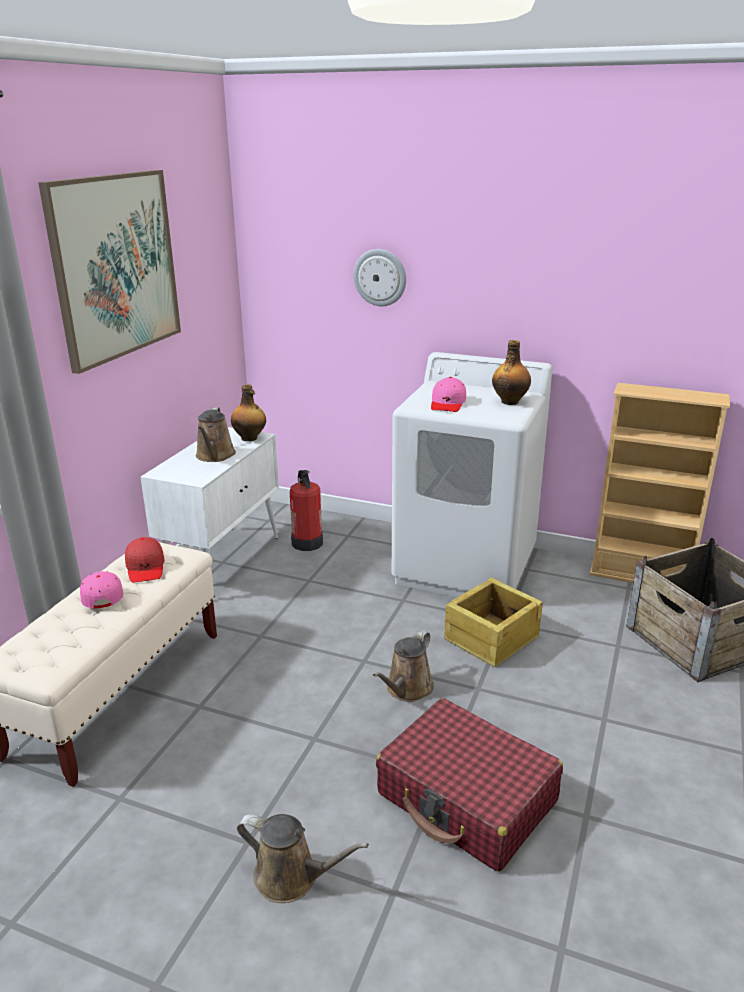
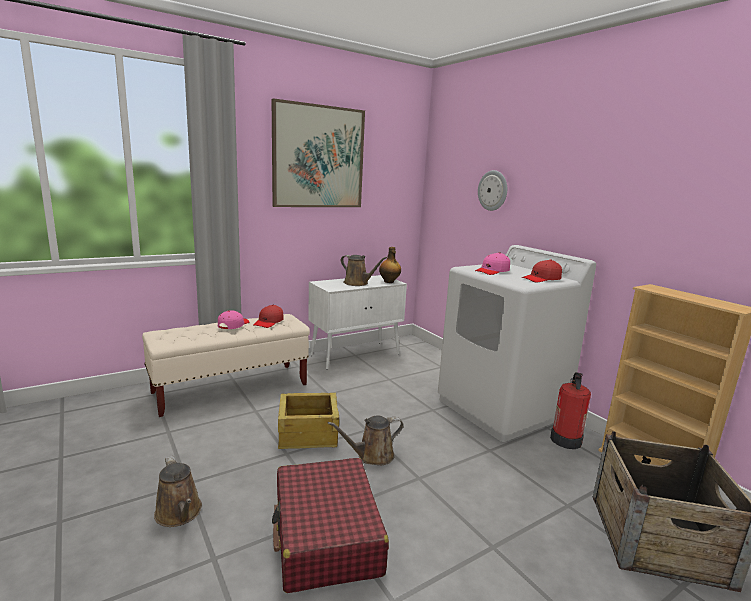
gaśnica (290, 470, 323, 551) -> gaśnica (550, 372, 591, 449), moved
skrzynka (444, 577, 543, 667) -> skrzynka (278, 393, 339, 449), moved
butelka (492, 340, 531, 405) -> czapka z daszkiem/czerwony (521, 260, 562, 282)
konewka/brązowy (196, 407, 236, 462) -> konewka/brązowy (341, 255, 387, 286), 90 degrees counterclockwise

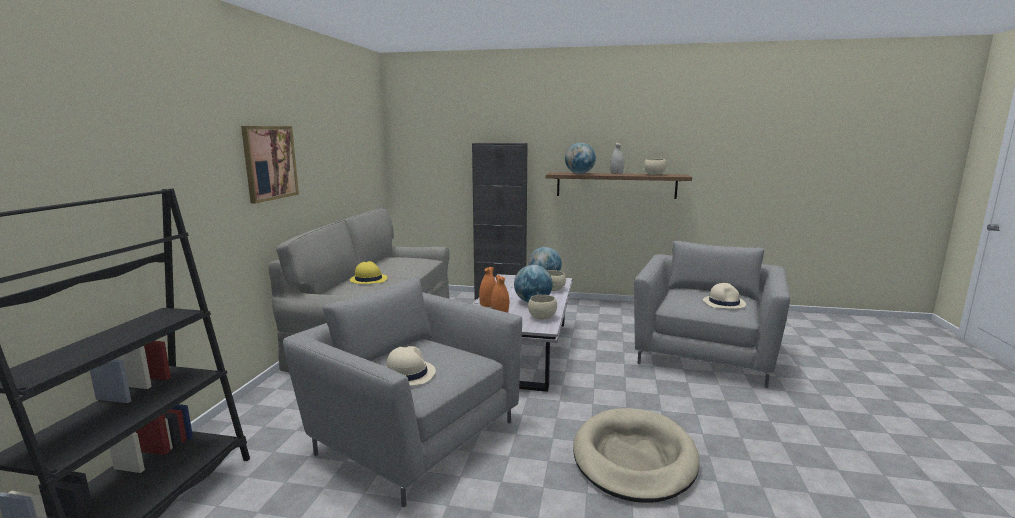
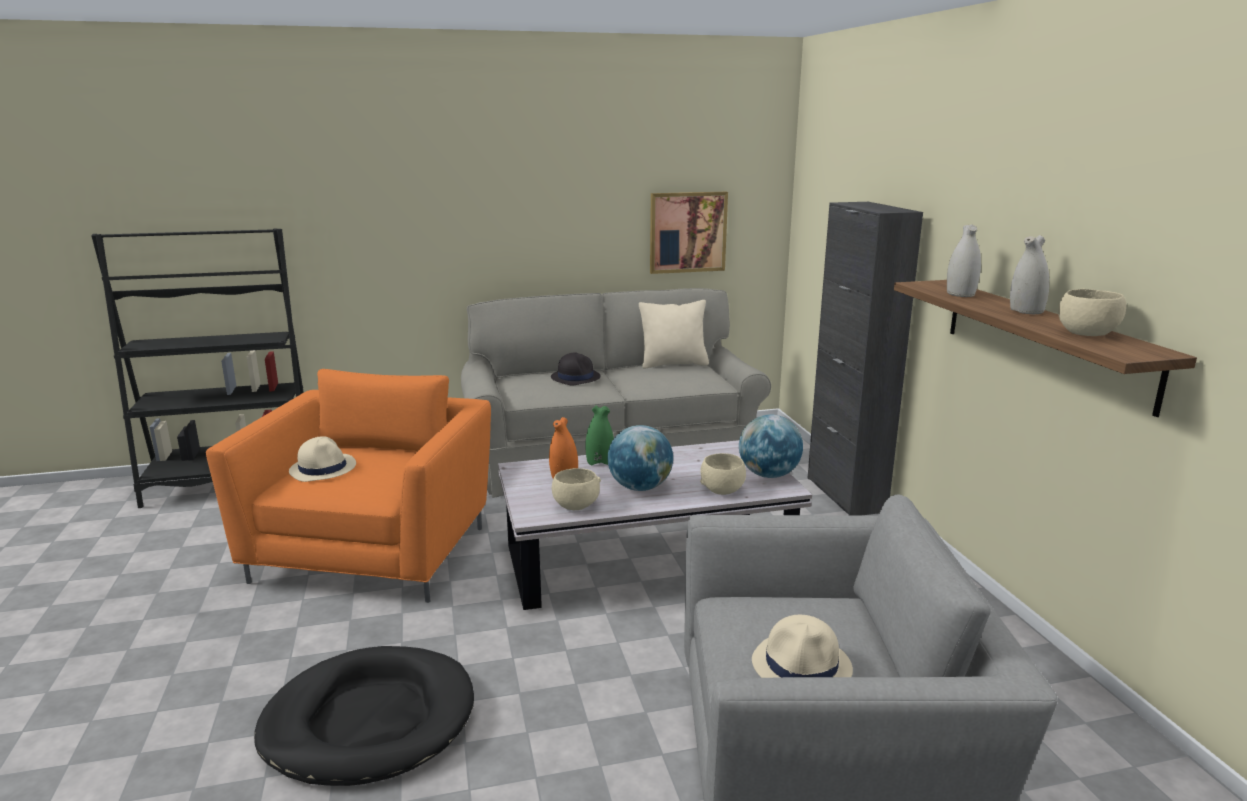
none -> poduszka/beżowy (639, 300, 709, 369)
obraz (241, 126, 299, 204) -> obraz (650, 192, 728, 274), moved
globus (565, 143, 596, 174) -> wazon/biały (947, 224, 981, 297)
fotel/szary (283, 277, 522, 507) -> fotel/pomarańczowy (206, 369, 491, 603)
kapelusz/żółty (350, 261, 388, 284) -> kapelusz/czarny (551, 352, 601, 385)
wazon/pomarańczowy (479, 267, 496, 307) -> wazon/zielony (585, 405, 614, 465)
legowisko/beżowy (573, 408, 700, 503) -> legowisko/czarny (254, 646, 474, 786)

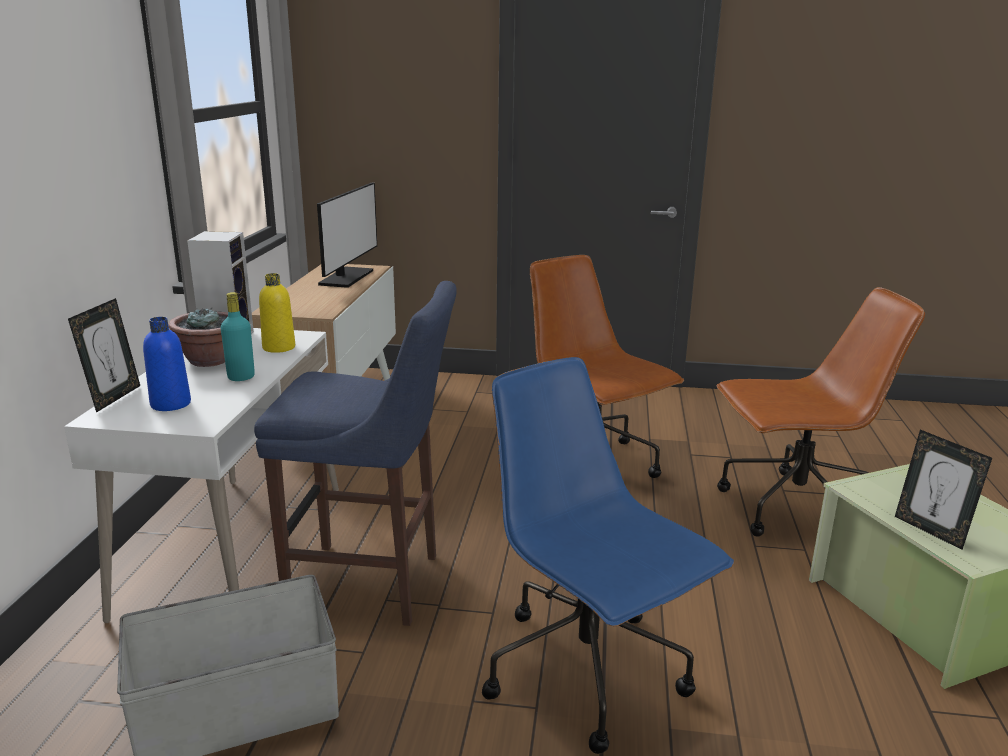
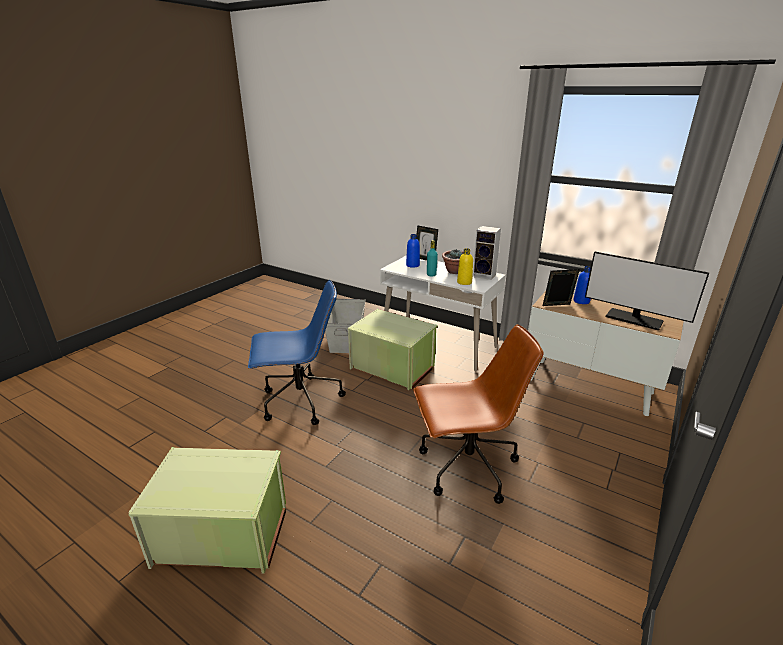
krzesło biurowe/brązowy (717, 287, 925, 537) -> none
none -> butelka/niebieski (573, 266, 591, 304)
ramka na zdjęcie (895, 430, 992, 550) -> ramka na zdjęcie (543, 269, 580, 306), moved
stołek/niebieski (254, 281, 457, 626) -> pojemnik do przechowywania/zielony (348, 309, 438, 390)

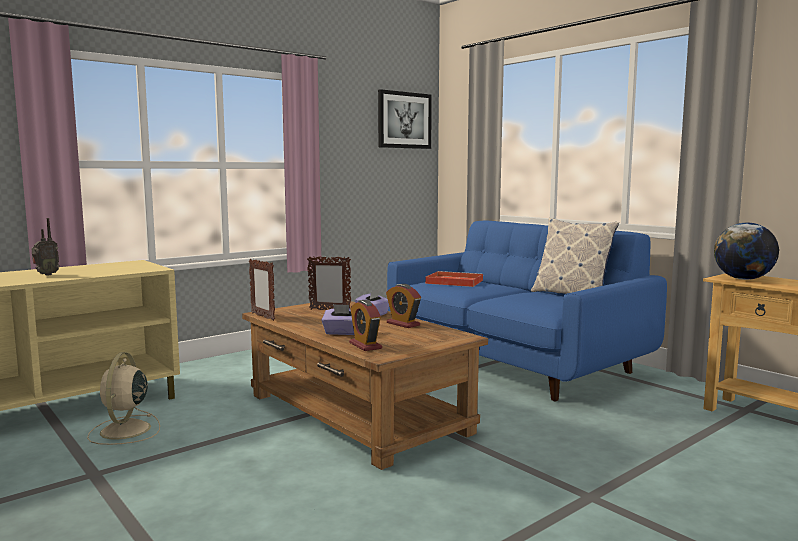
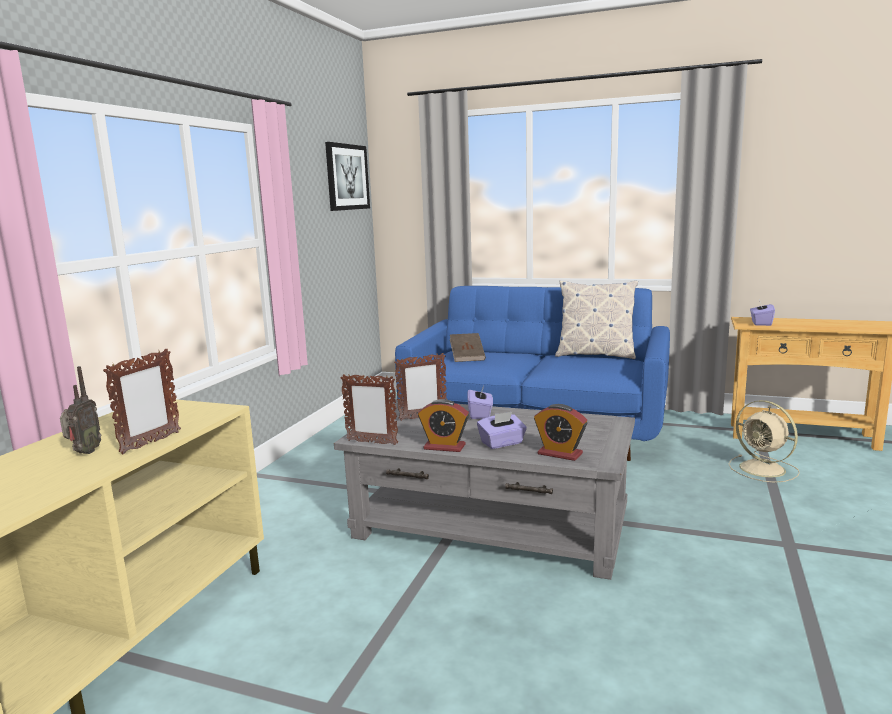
none -> ramka na zdjęcie (103, 349, 181, 455)
wentylator/beżowy (87, 352, 160, 445) -> wentylator/beżowy (728, 400, 800, 483), moved
budzik (386, 284, 421, 328) -> budzik (418, 399, 469, 452), moved
taca/czerwony (425, 271, 483, 287) -> książka/brązowy (450, 333, 486, 362)
globus (714, 223, 779, 280) -> pudełko chusteczek/fioletowy (750, 299, 775, 326)
ława/brązowy (242, 300, 488, 470) -> ława/szary (334, 399, 635, 580)

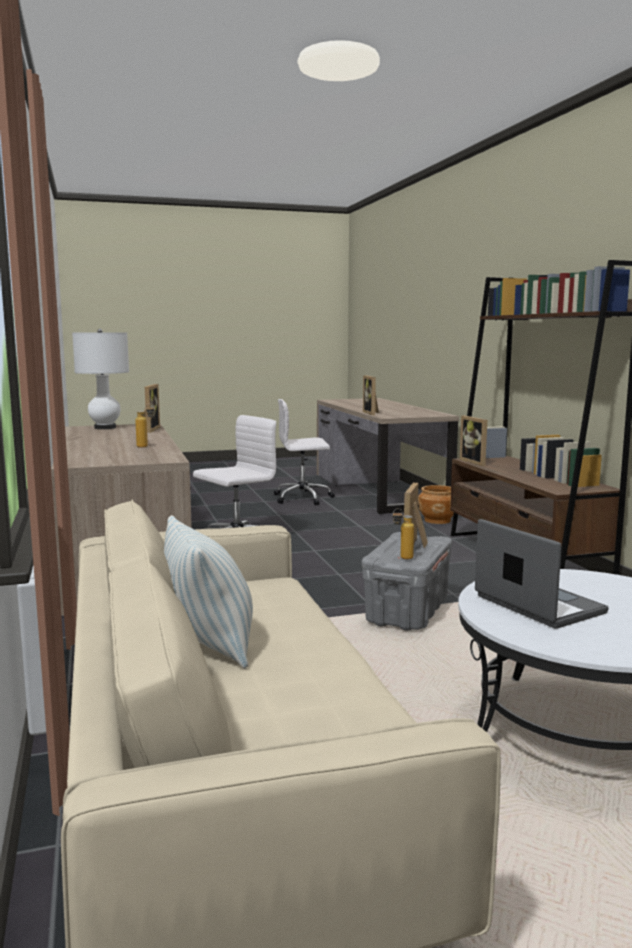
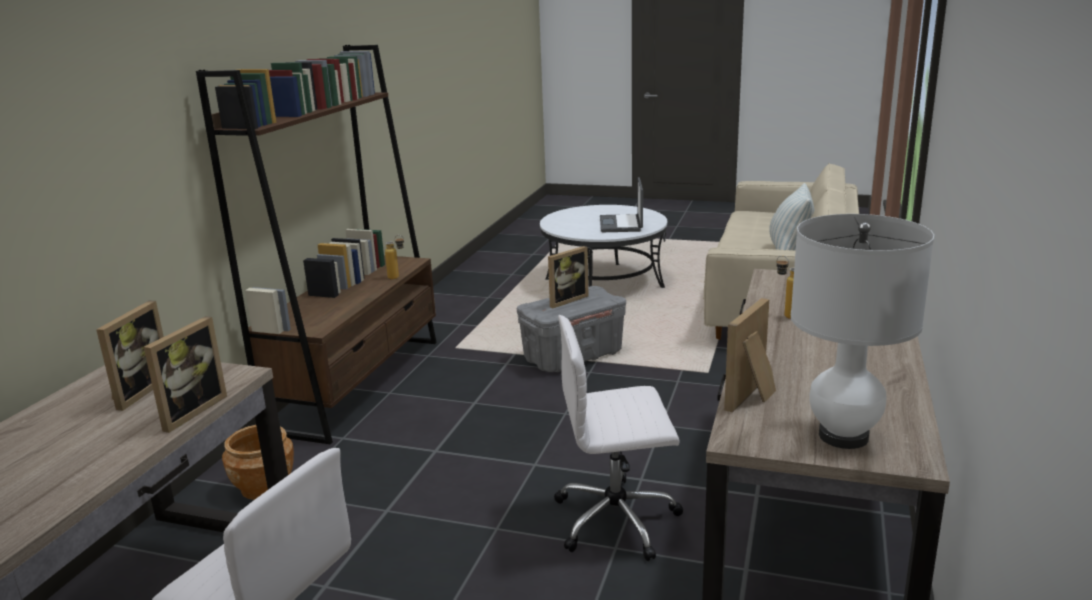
butelka (393, 508, 414, 559) -> butelka (385, 235, 404, 280), moved
ramka na zdjęcie (460, 416, 487, 466) -> ramka na zdjęcie (96, 300, 164, 411), moved

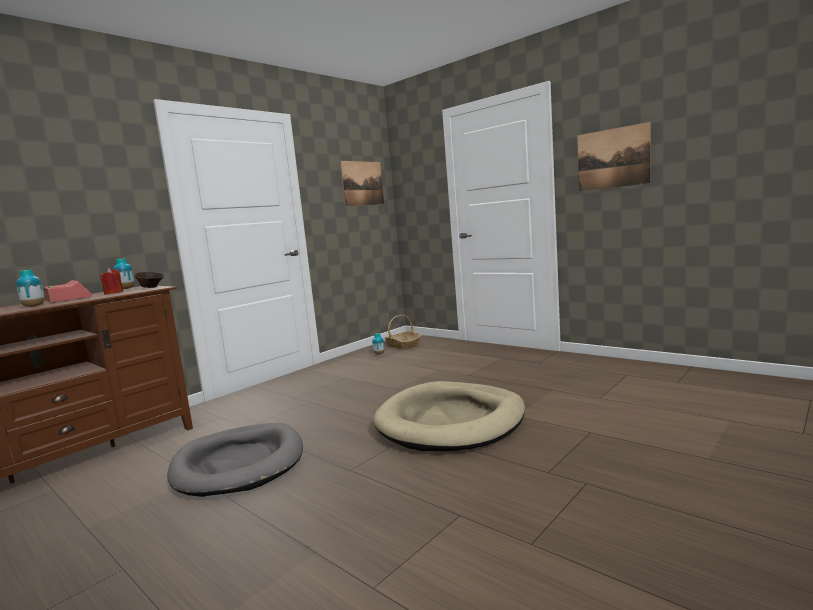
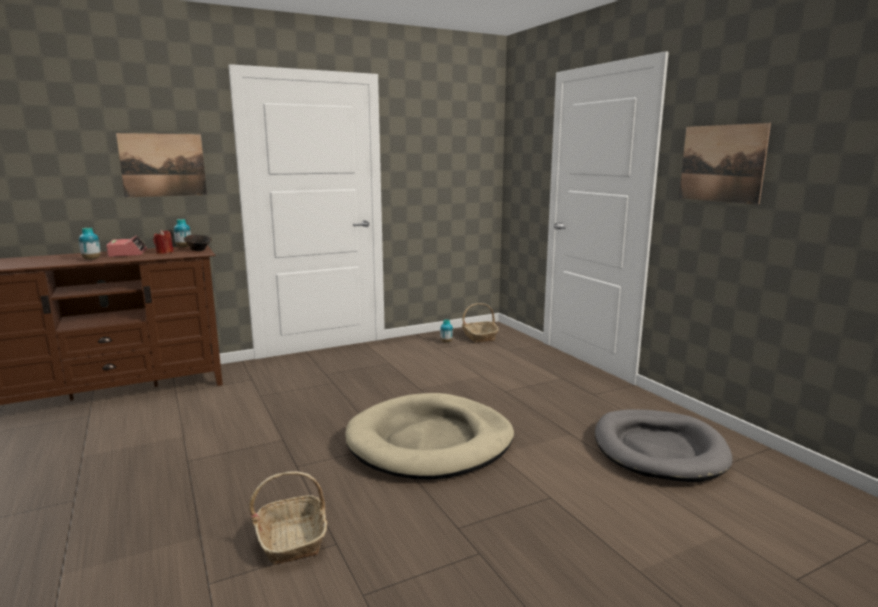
none -> koszyk (250, 471, 327, 565)
legowisko/szary (167, 423, 303, 497) -> legowisko/szary (595, 409, 733, 483), moved
obraz (340, 161, 384, 206) -> obraz (116, 133, 207, 197), moved

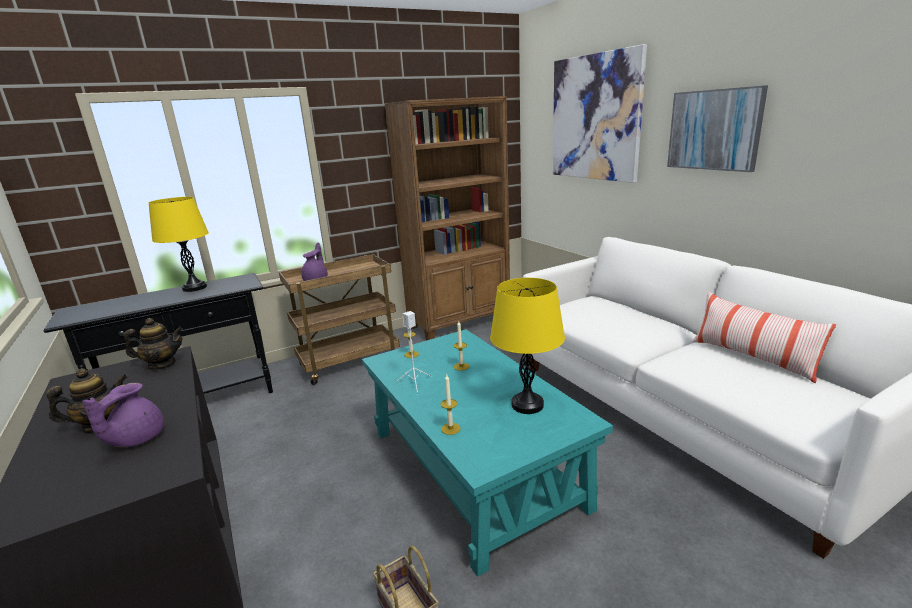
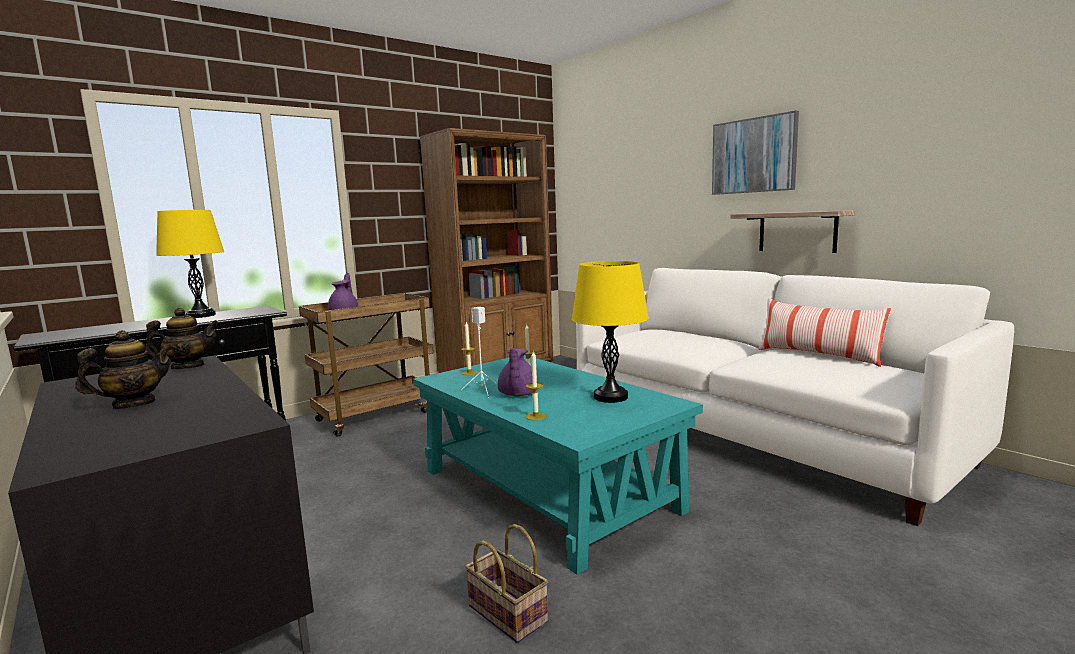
obraz (553, 44, 647, 183) -> none
none -> półka (730, 210, 856, 253)
imbryk/fioletowy (82, 383, 164, 447) -> imbryk/fioletowy (498, 348, 532, 396), moved

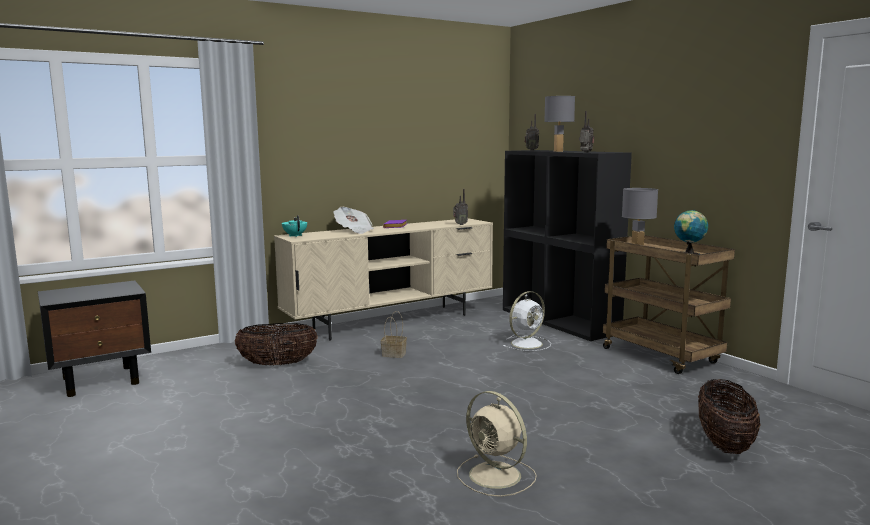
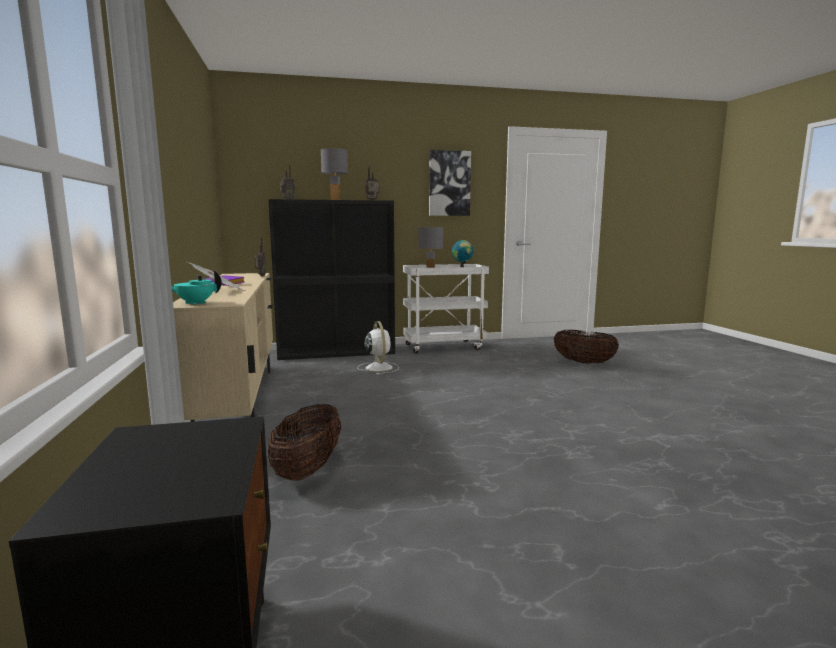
koszyk (381, 311, 407, 358) -> none
wentylator/beżowy (457, 391, 537, 497) -> none
none -> obraz (429, 150, 471, 216)
wózek/brązowy (603, 235, 735, 374) -> wózek/biały (403, 264, 489, 354)

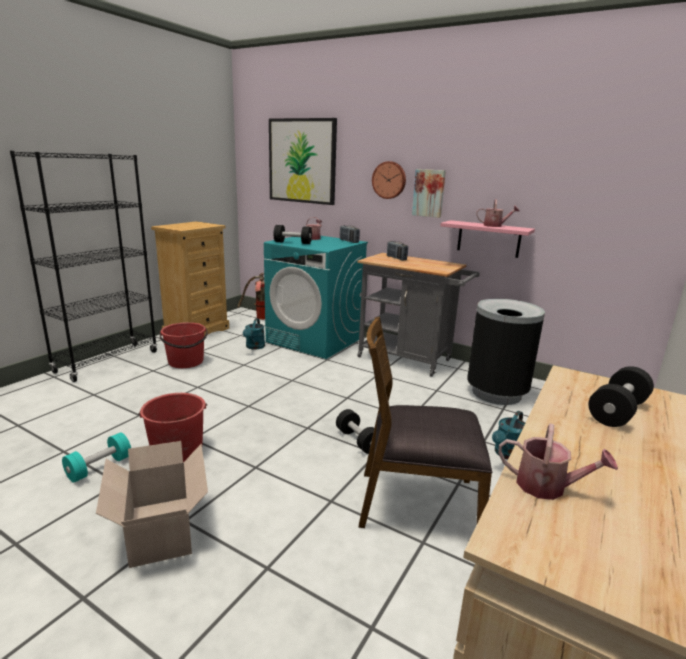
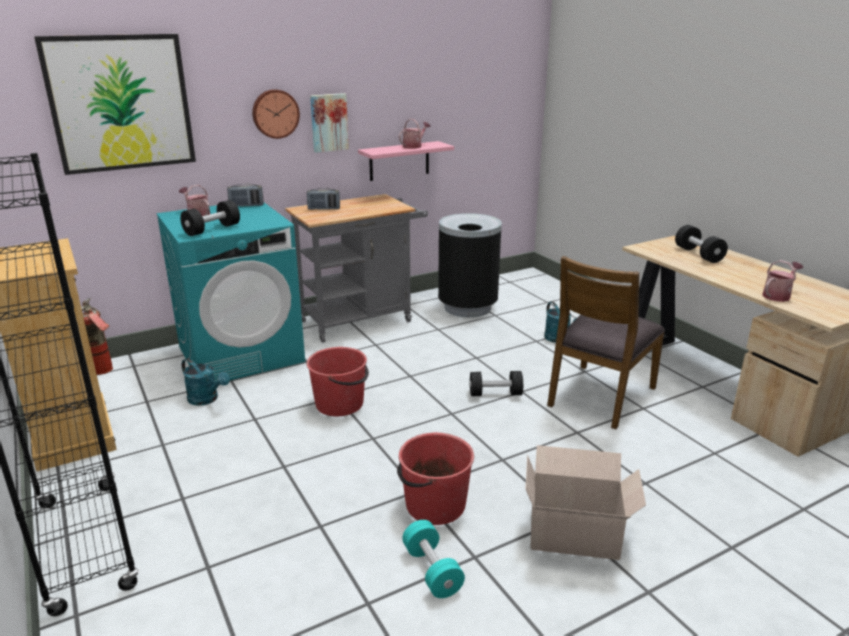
wiadro/czerwony (160, 322, 208, 368) -> wiadro/czerwony (307, 347, 369, 416), moved

